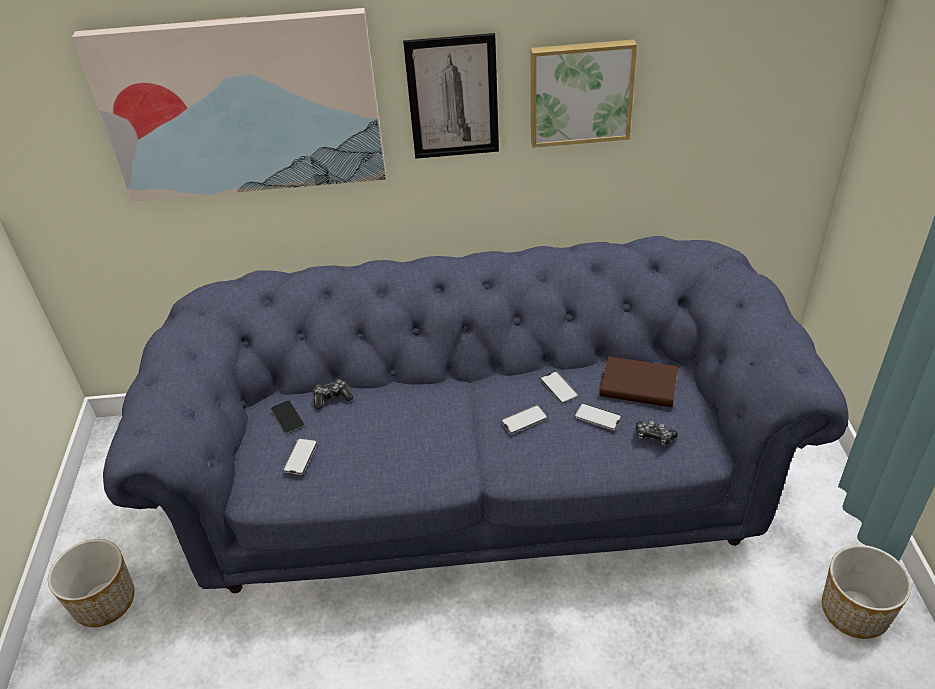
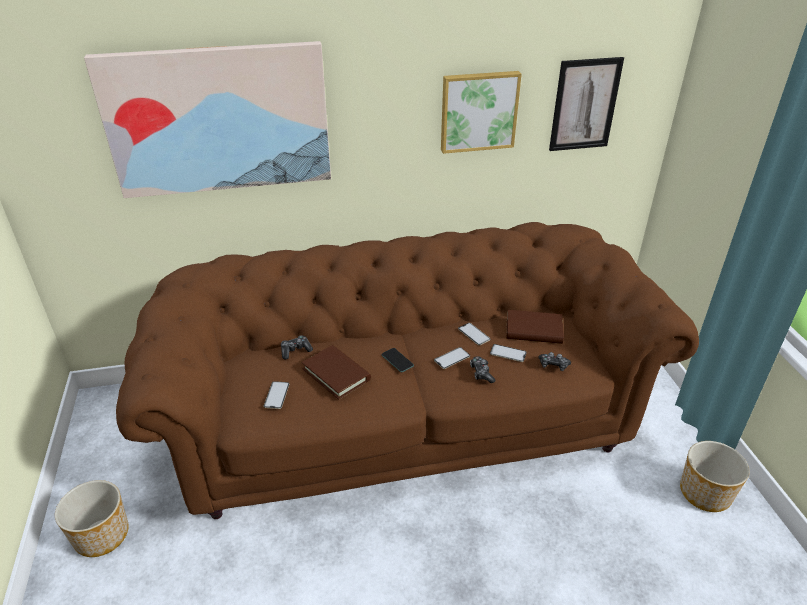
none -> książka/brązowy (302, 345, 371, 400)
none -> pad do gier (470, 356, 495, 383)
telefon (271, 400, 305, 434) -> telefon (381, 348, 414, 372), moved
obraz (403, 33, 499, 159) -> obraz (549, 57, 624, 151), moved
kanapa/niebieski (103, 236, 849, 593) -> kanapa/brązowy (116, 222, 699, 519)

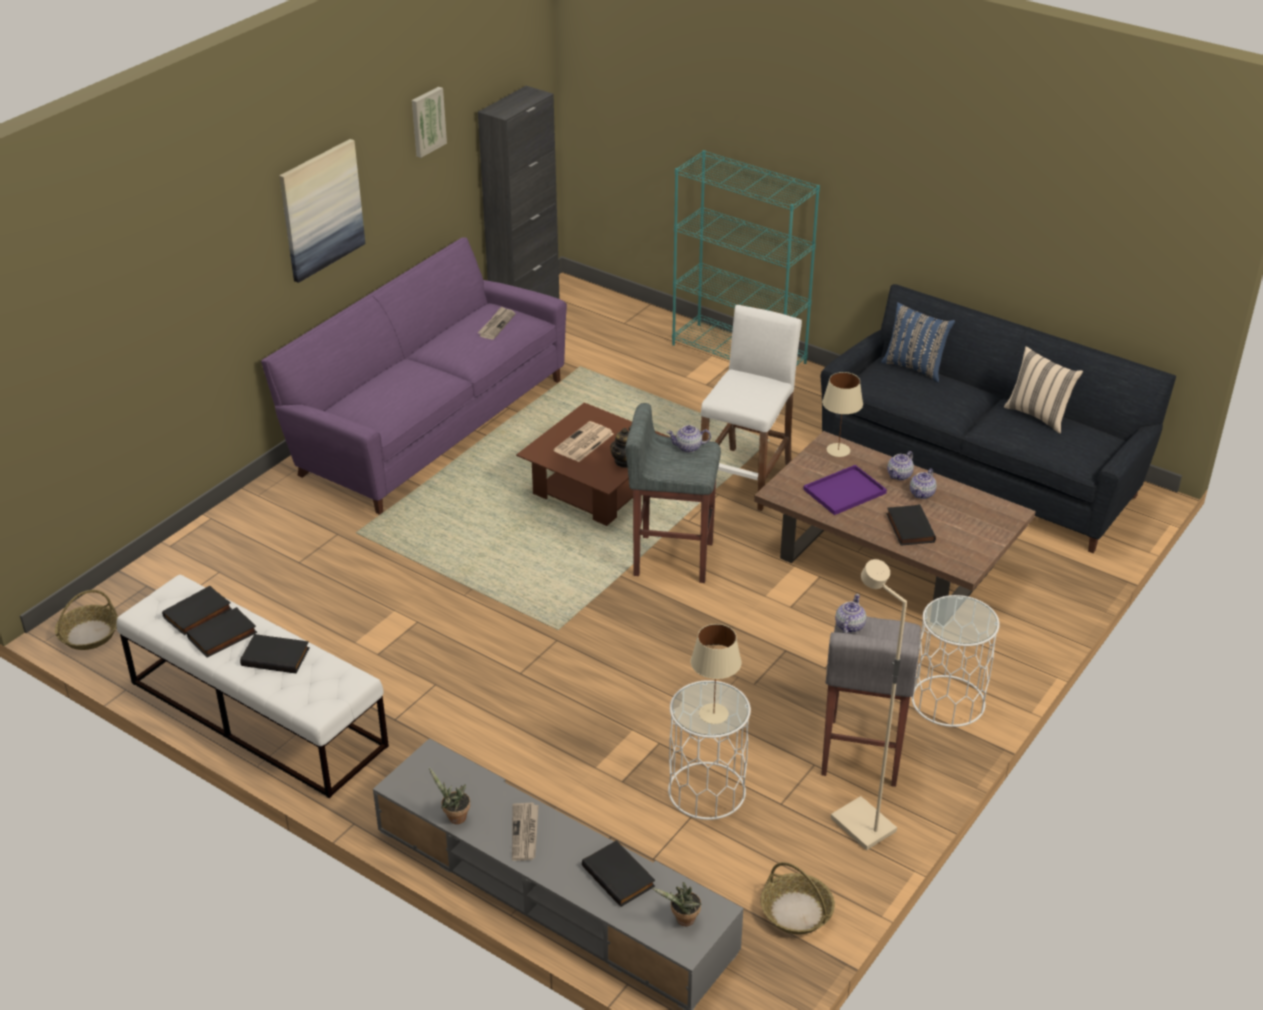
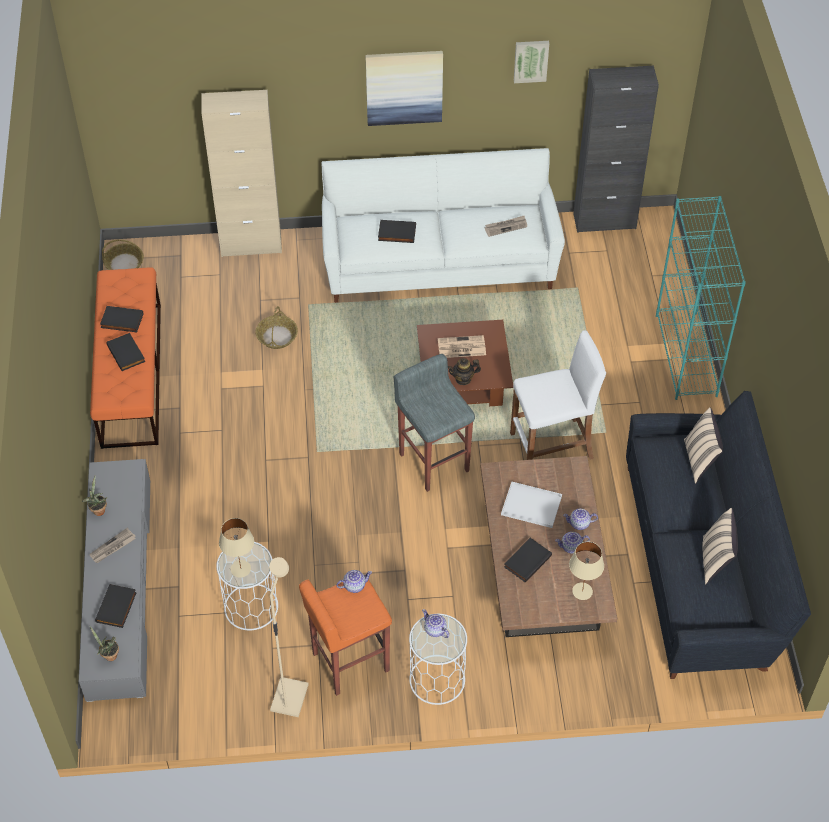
none -> szafka/beżowy (201, 90, 282, 257)
książka/czarny (162, 586, 232, 635) -> książka/czarny (378, 220, 416, 243), moved
imbryk (667, 425, 711, 453) -> imbryk (422, 609, 449, 638), moved
koszyk (760, 862, 835, 934) -> koszyk (256, 306, 298, 349), moved
lampa stołowa/beżowy (822, 372, 863, 457) -> lampa stołowa/beżowy (569, 542, 604, 600), moved
ławka/biały (116, 575, 389, 798) -> ławka/pomarańczowy (90, 267, 161, 449)
kanapa/fioletowy (261, 238, 567, 515) -> kanapa/biały (321, 148, 565, 303)
taca/fioletowy (803, 465, 887, 515) -> taca/biały (501, 482, 562, 528)
stołek/szary (821, 616, 921, 787) -> stołek/pomarańczowy (299, 574, 392, 696)
poduszka/niebieski (881, 302, 955, 382) -> poduszka/beżowy (684, 407, 723, 484)

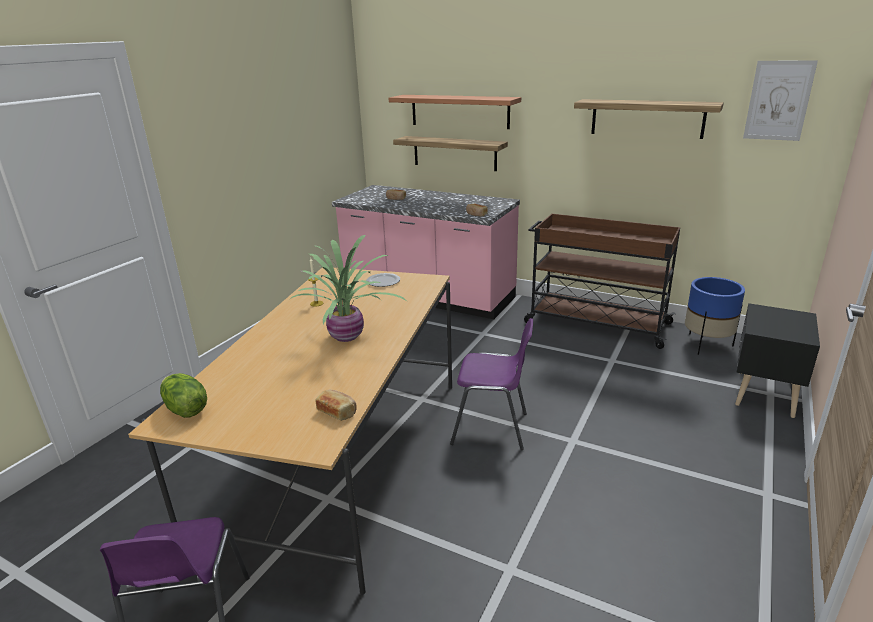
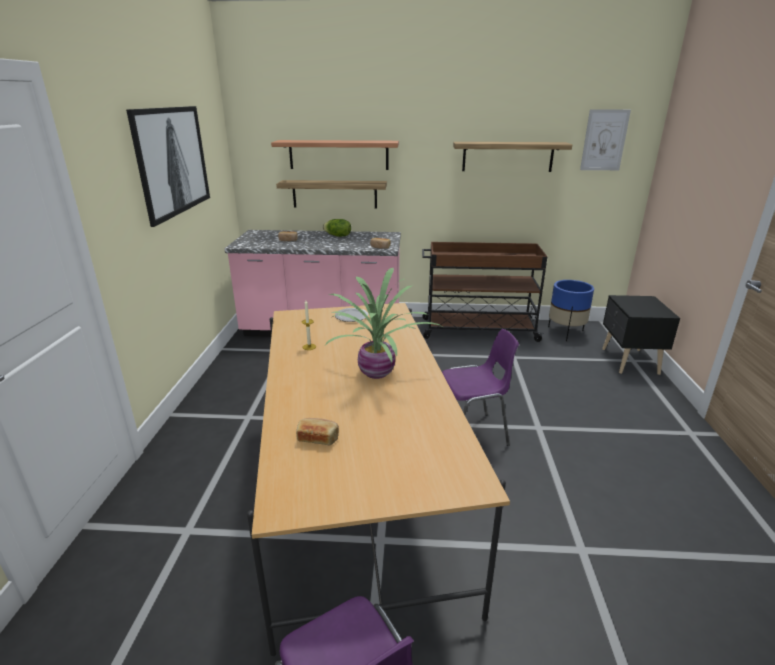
none -> obraz (126, 106, 210, 227)
sałata (160, 373, 207, 418) -> sałata (323, 219, 351, 237), moved
chleb (316, 390, 357, 421) -> chleb (296, 418, 339, 445), moved

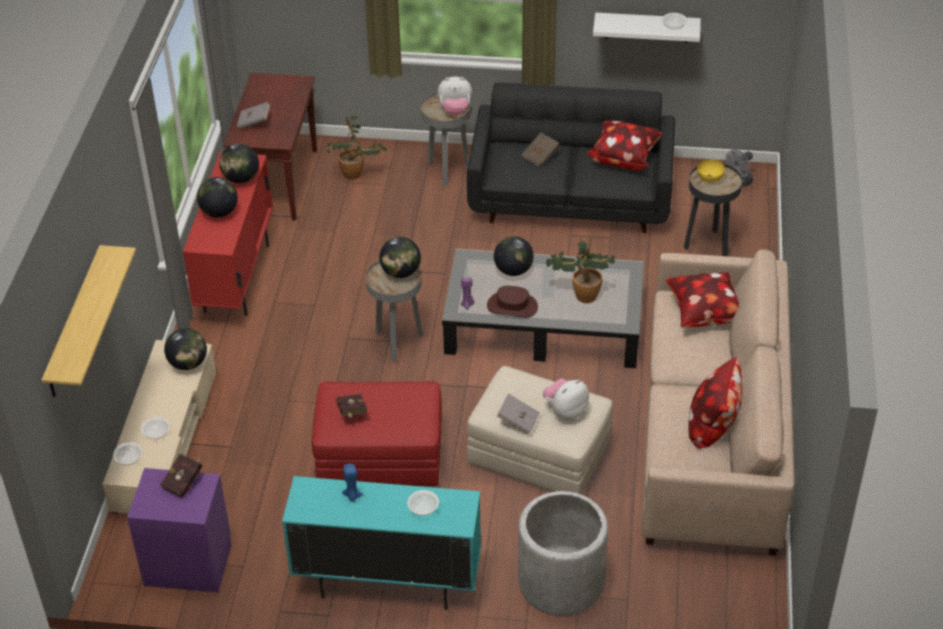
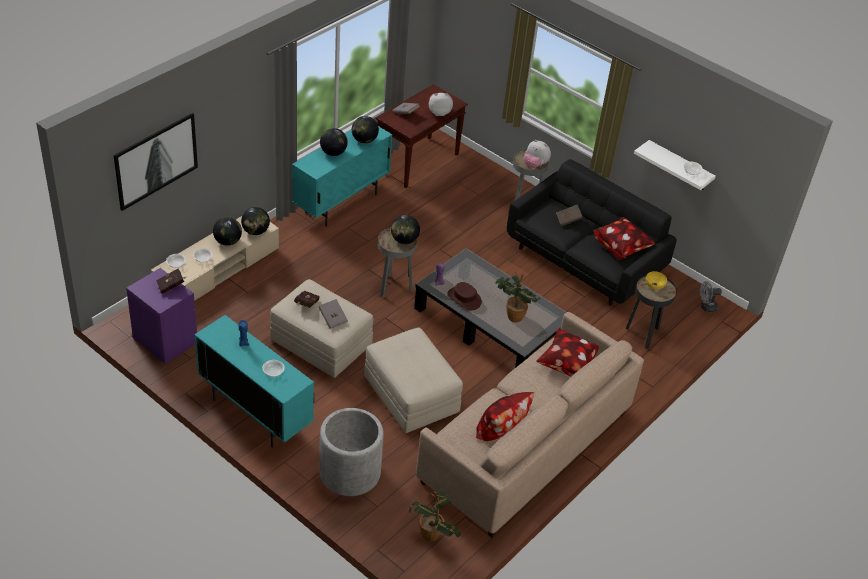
roślina doniczkowa (326, 116, 387, 180) -> roślina doniczkowa (409, 492, 461, 541), moved
globus (494, 236, 534, 276) -> globus (213, 217, 242, 246), moved
książka/szary (497, 394, 540, 435) -> książka/szary (318, 299, 348, 329), moved
pluszak (543, 379, 589, 420) -> pluszak (429, 93, 453, 116), moved
półka (42, 245, 136, 397) -> obraz (113, 113, 198, 211)
szafka/czerwony (183, 152, 273, 316) -> szafka/turkusowy (292, 126, 392, 227)
pufa/czerwony (312, 381, 442, 486) -> pufa/beżowy (270, 279, 373, 378)

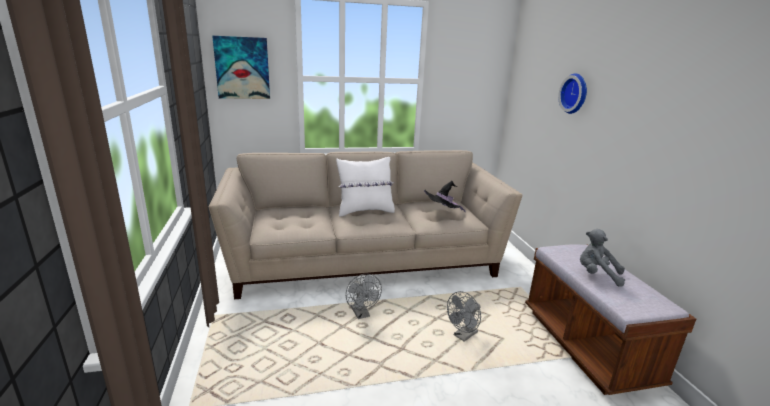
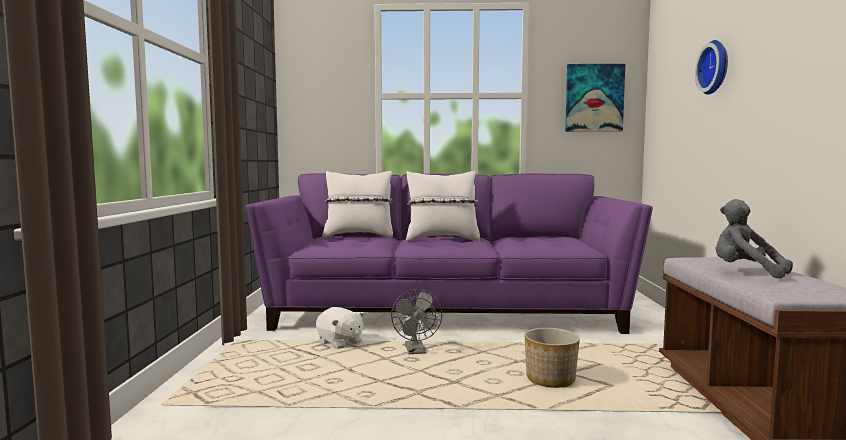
kapelusz/czarny (424, 181, 466, 212) -> none
none -> pluszak/biały (316, 307, 364, 349)
none -> poduszka/biały (322, 171, 394, 238)
obraz (212, 36, 270, 99) -> obraz (565, 64, 625, 132), moved
wentylator/szary (447, 291, 481, 342) -> donica (525, 328, 580, 388)
kanapa/beżowy (209, 150, 522, 299) -> kanapa/fioletowy (246, 173, 653, 334)

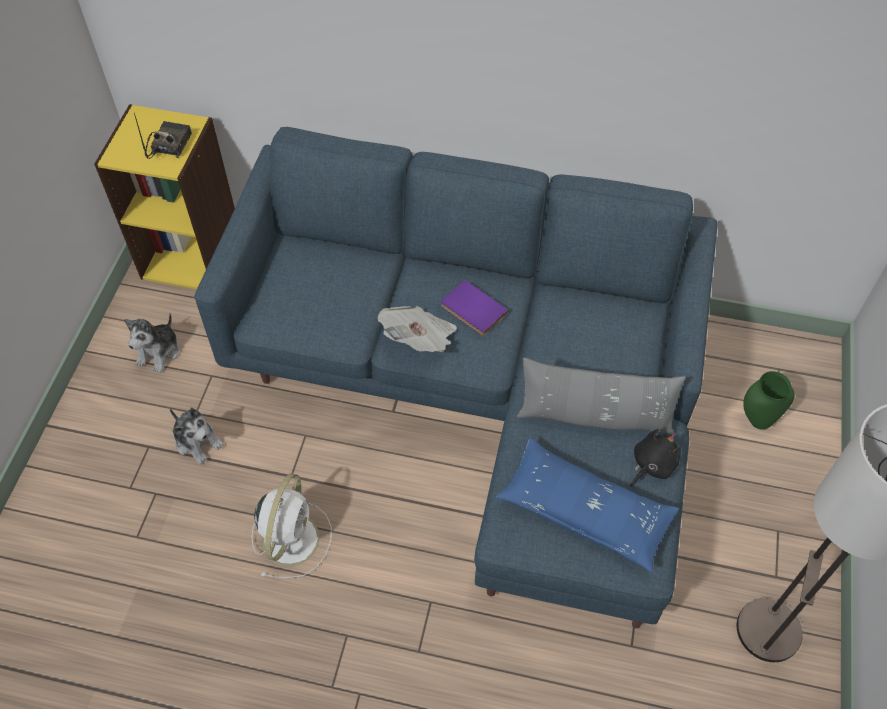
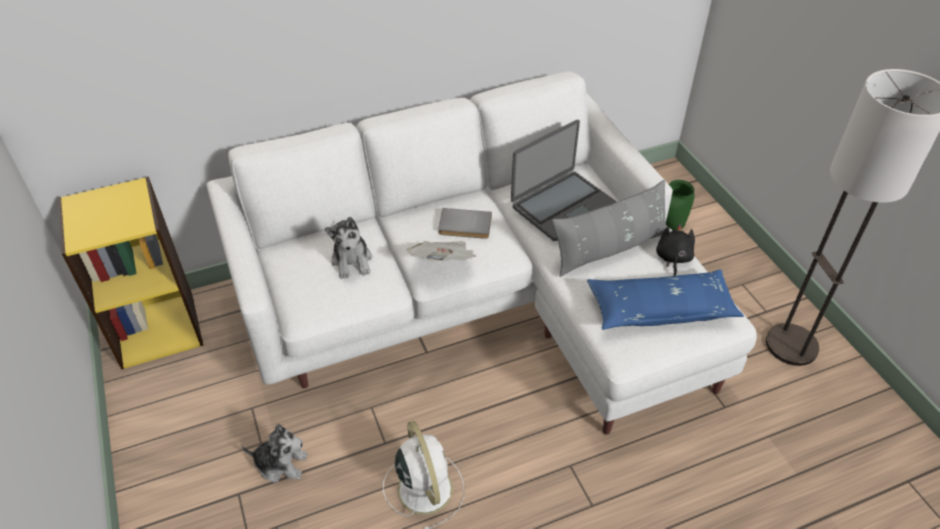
radio (134, 113, 192, 159) -> none
none -> laptop (511, 120, 616, 241)
pluszak (124, 313, 180, 373) -> pluszak (325, 217, 372, 279), moved
kanapa/niebieski (194, 127, 718, 628) -> kanapa/biały (206, 71, 757, 435)
książka/fioletowy (441, 280, 508, 336) -> książka/szary (438, 208, 492, 239)

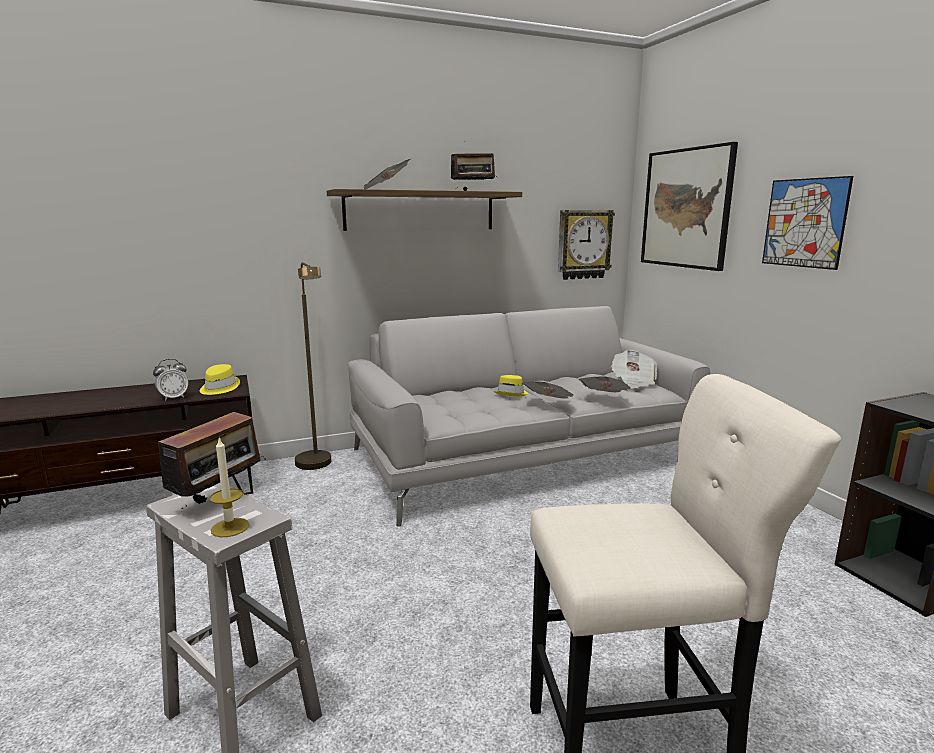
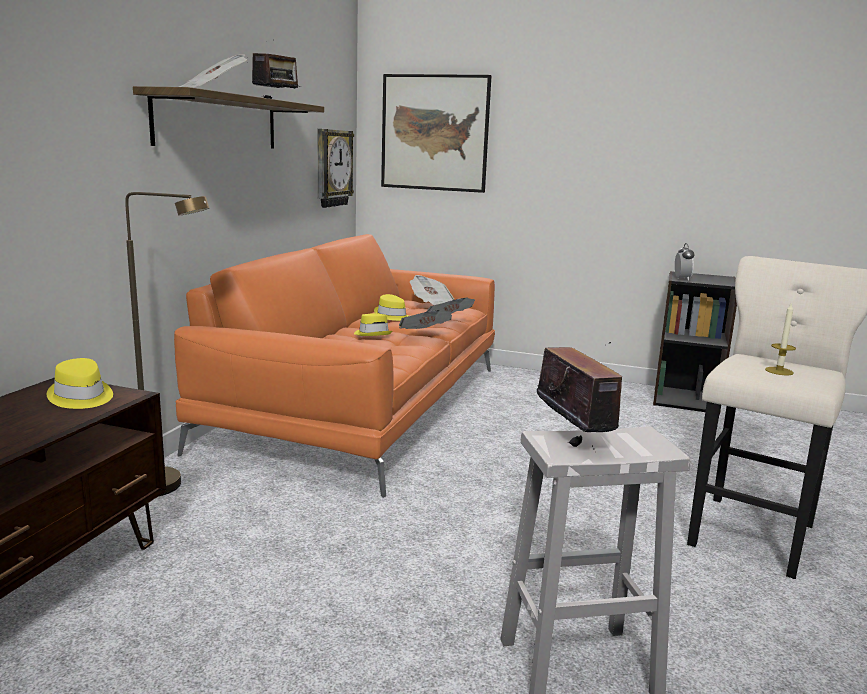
obraz (762, 176, 853, 270) -> none
none -> kapelusz/żółty (374, 294, 409, 321)
budzik (153, 359, 188, 401) -> budzik (675, 243, 694, 281), moved
świeca (209, 438, 249, 537) -> świeca (765, 302, 796, 375), moved
kanapa/szary (348, 306, 711, 527) -> kanapa/pomarańczowy (174, 234, 495, 498)

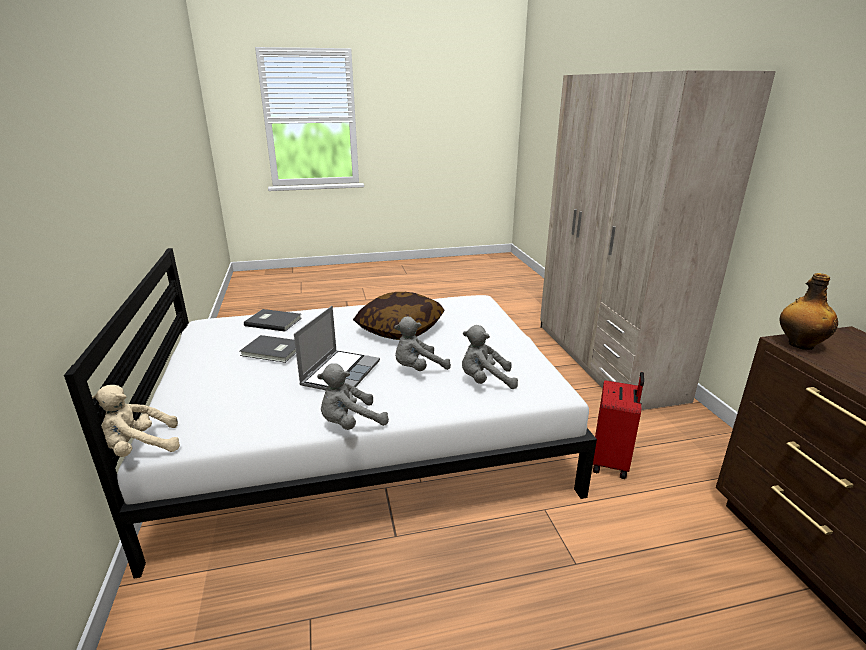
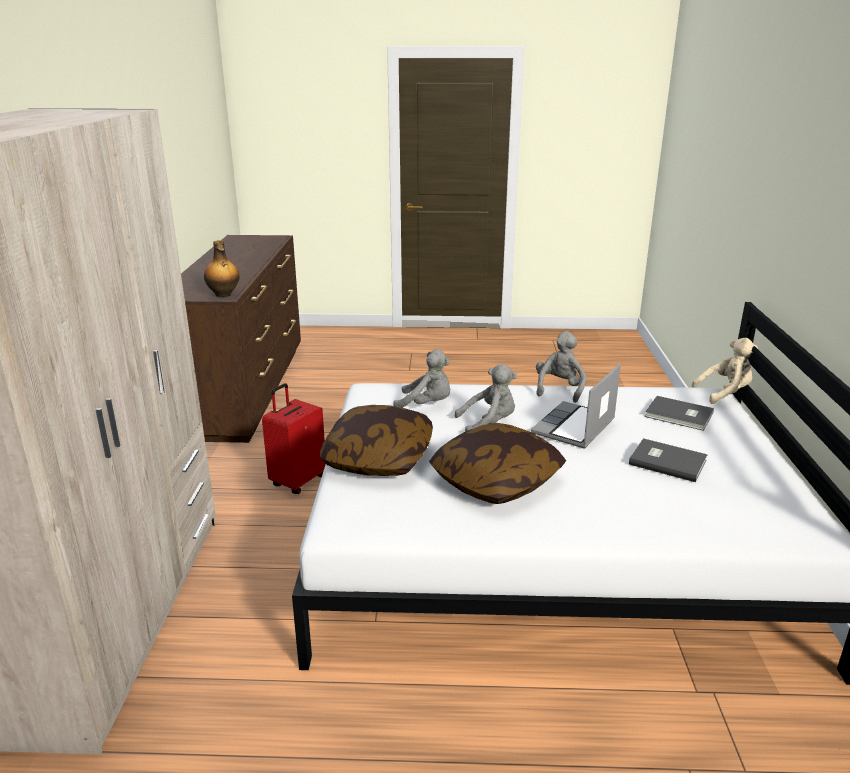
none -> poduszka (320, 405, 433, 476)
książka/szary (244, 309, 302, 332) -> książka/szary (645, 396, 714, 431), moved
pluszak/szary (317, 363, 389, 430) -> pluszak/szary (536, 331, 586, 403), 60 degrees counterclockwise

